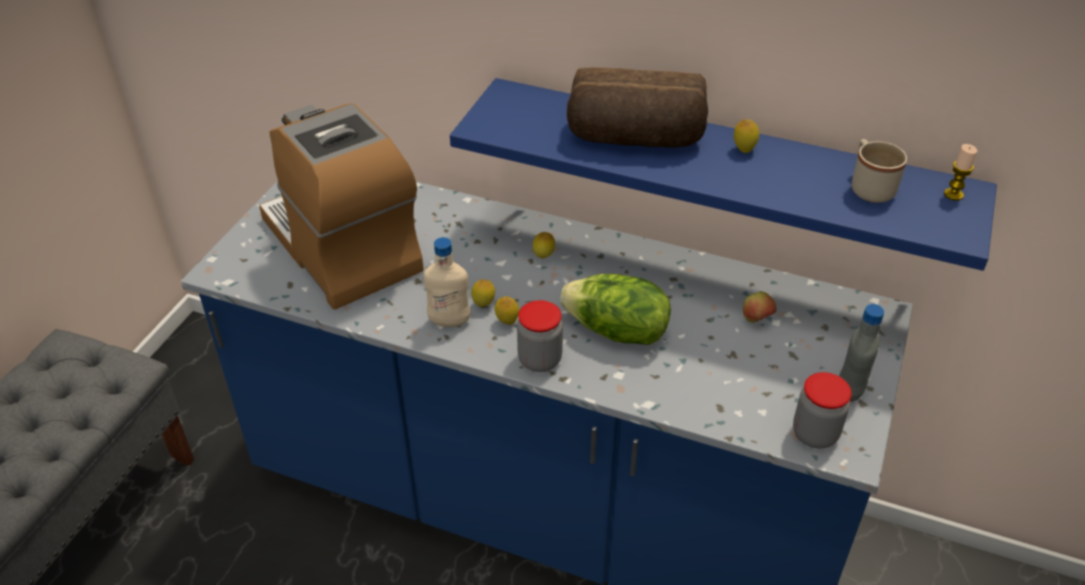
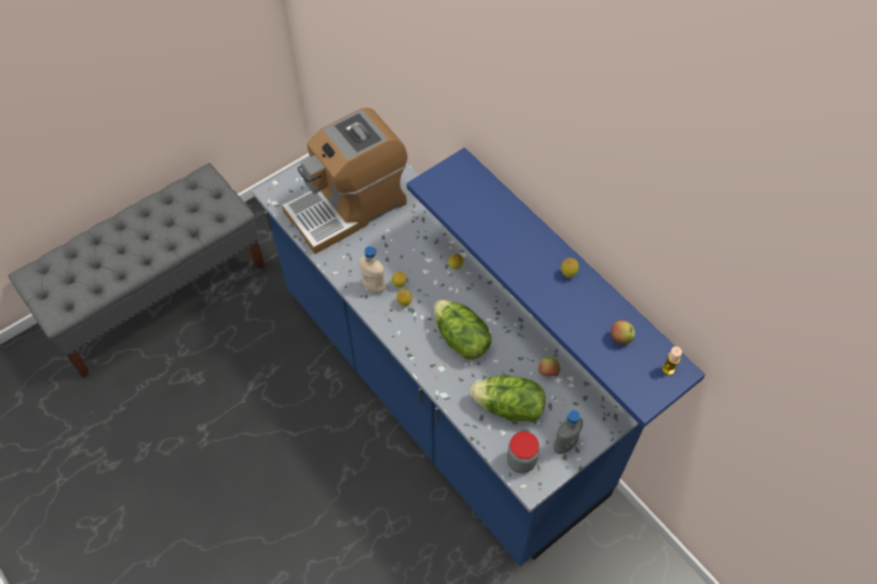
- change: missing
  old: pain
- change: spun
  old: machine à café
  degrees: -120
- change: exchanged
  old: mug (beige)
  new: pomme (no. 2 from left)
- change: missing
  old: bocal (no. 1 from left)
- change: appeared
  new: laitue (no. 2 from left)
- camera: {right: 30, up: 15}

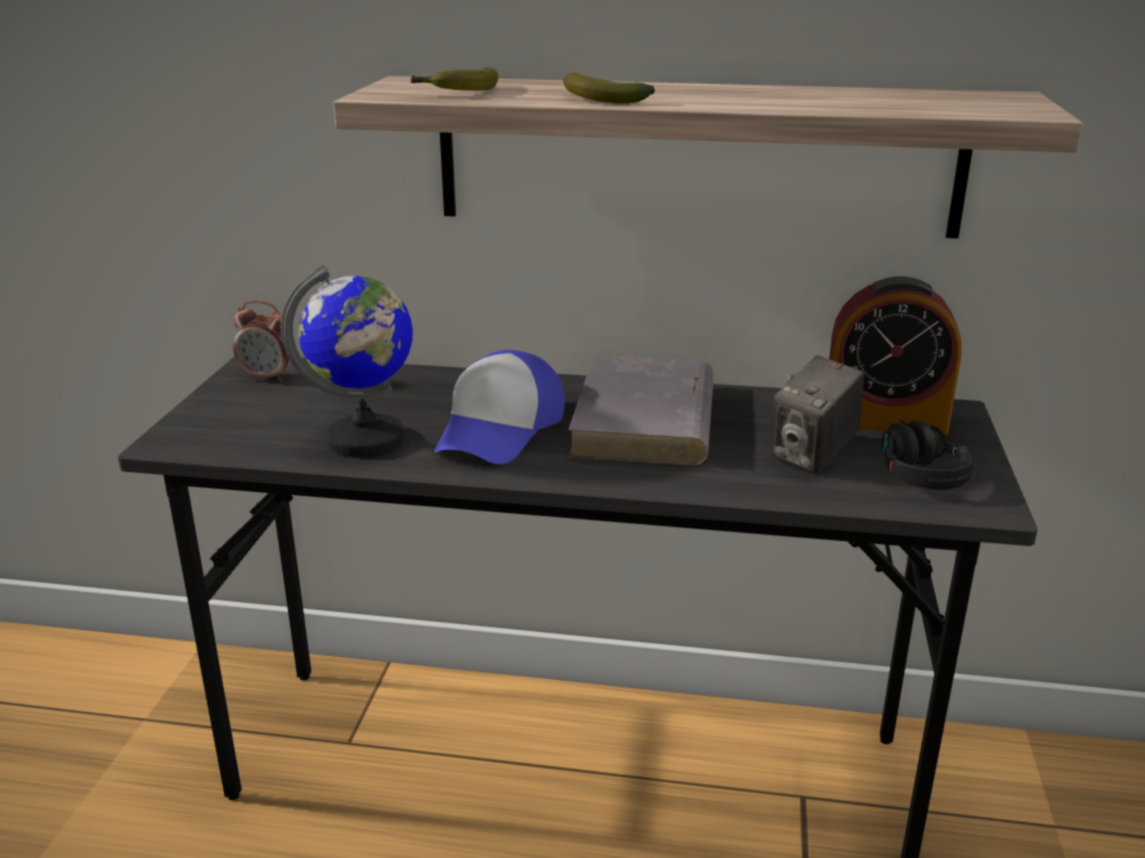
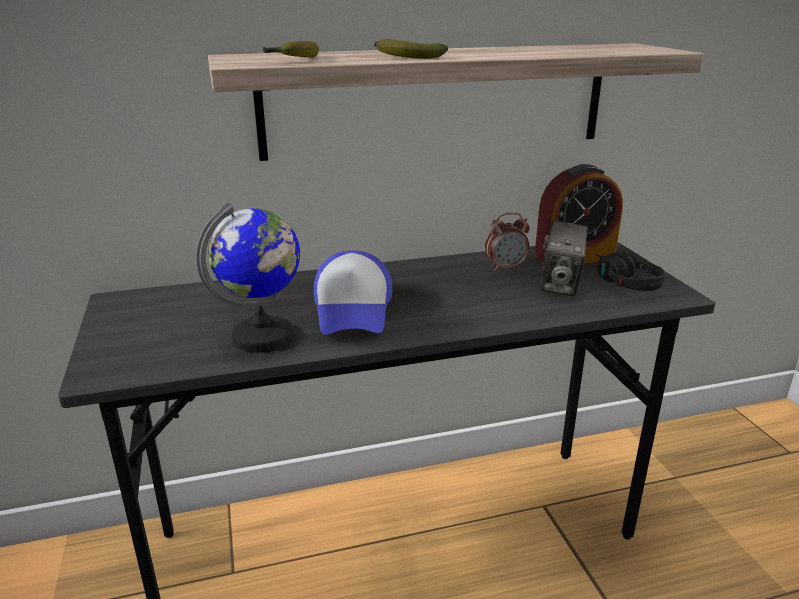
- change: relocated
  old: réveil (no. 1 from left)
- change: missing
  old: livre (gris)
- camera: {right: -25, up: 0}

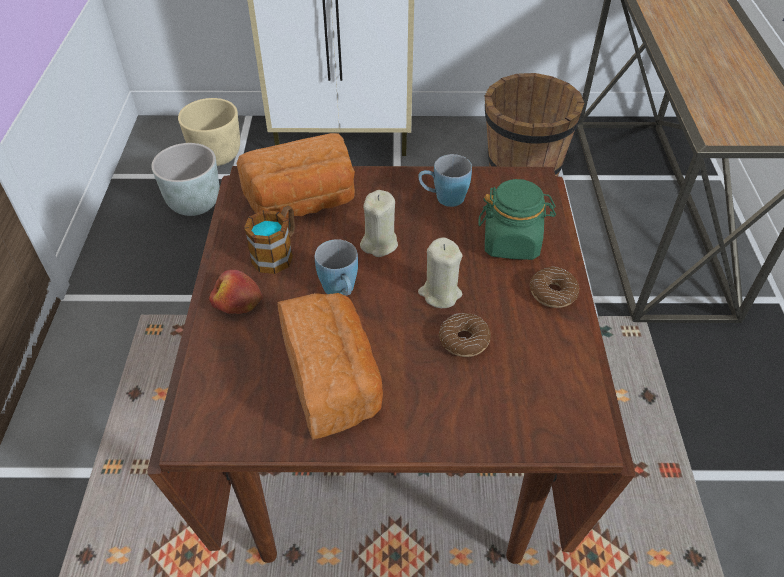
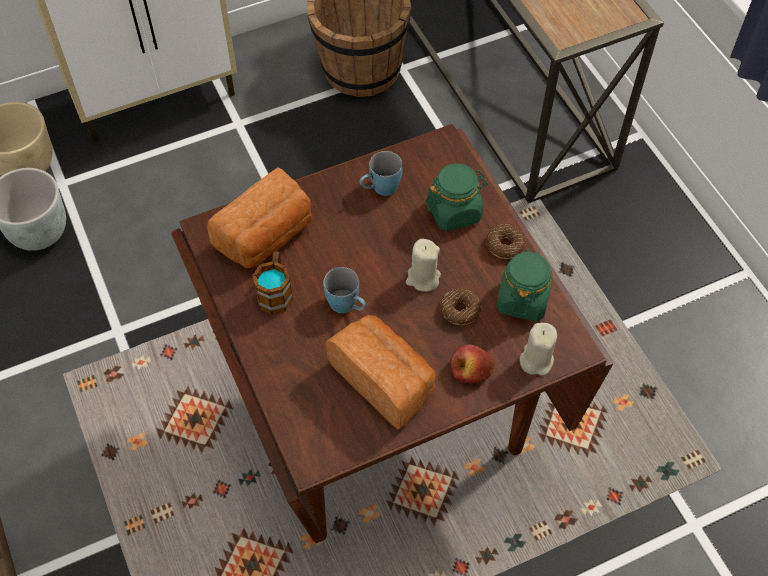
- change: relocated
  old: bougie (beige) (no. 1 from left in the first image)
  new: bougie (beige) (no. 2 from left)
- change: relocated
  old: pomme
- change: appeared
  new: bocal (vert) (no. 2 from left)
- camera: {right: -25, up: 10}

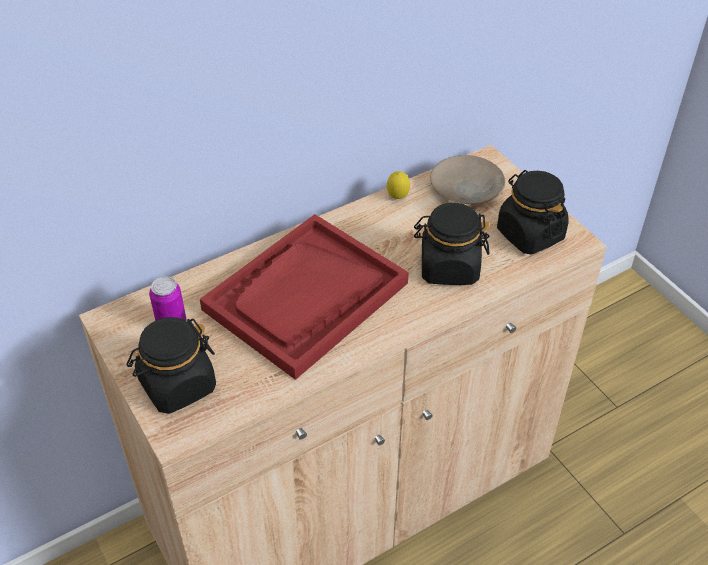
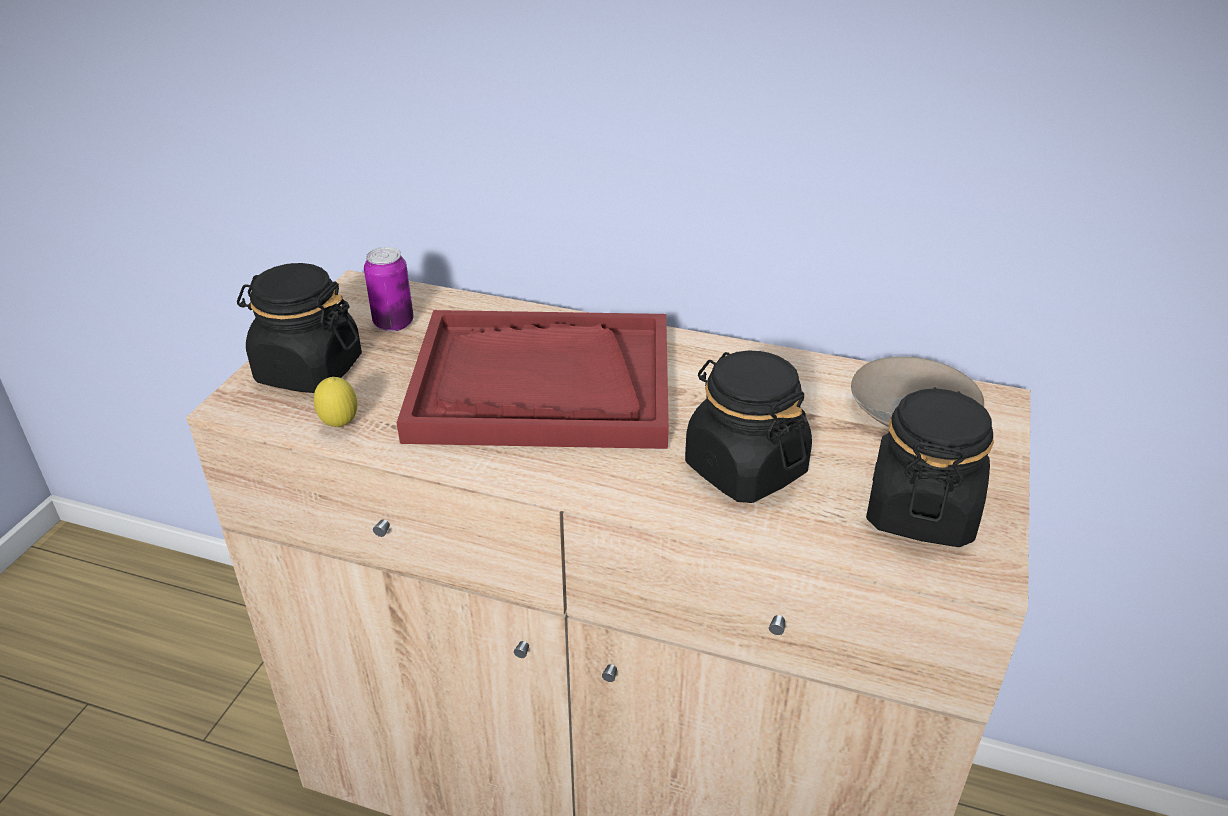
- change: relocated
  old: citron
- camera: {right: 50, up: -10}

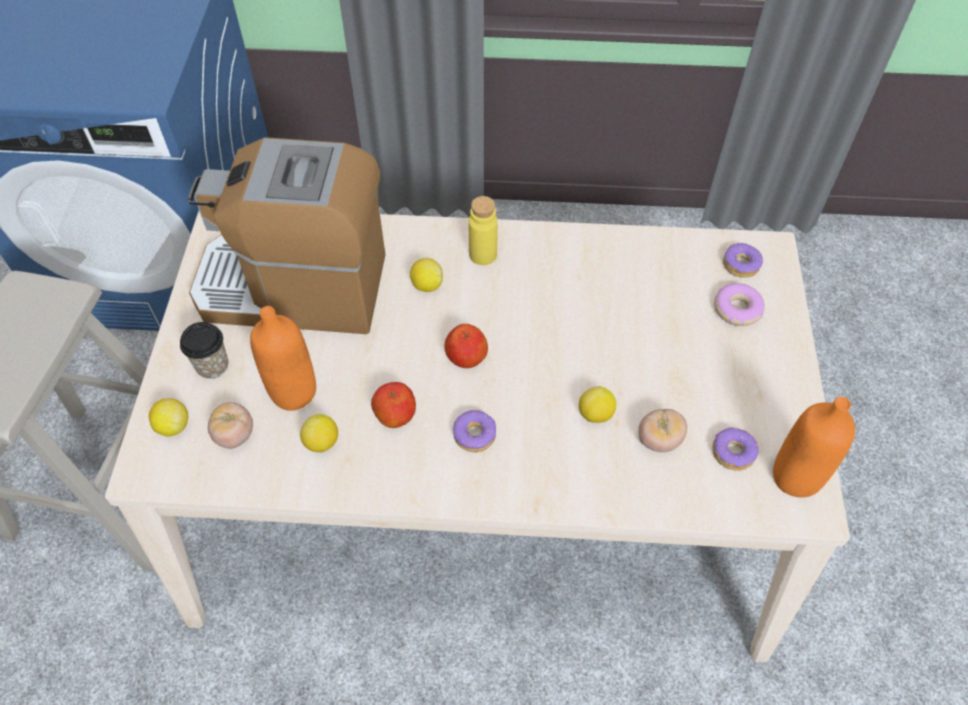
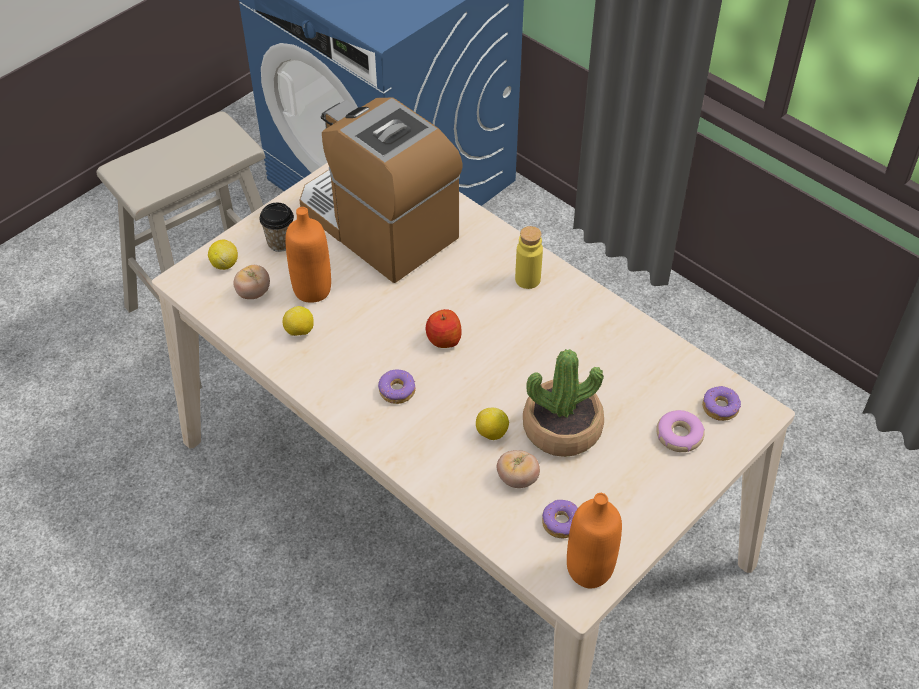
- change: missing
  old: citron (no. 3 from left)
- change: missing
  old: pomme (no. 1 from left)
- change: appeared
  new: plante en pot
- camera: {right: 40, up: -5}

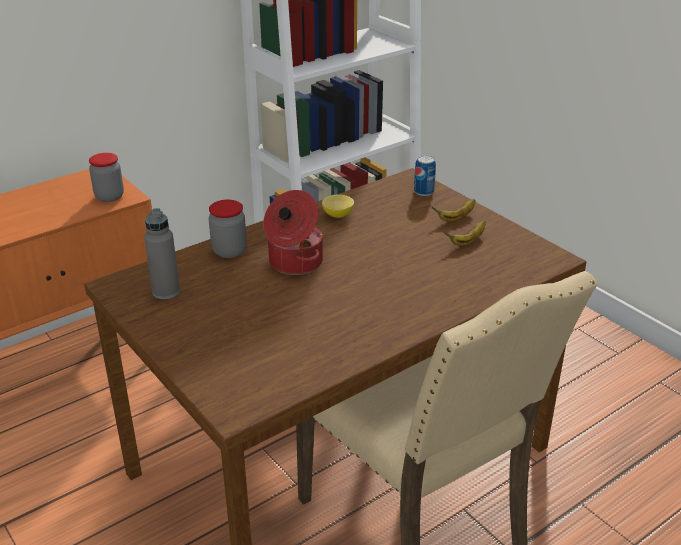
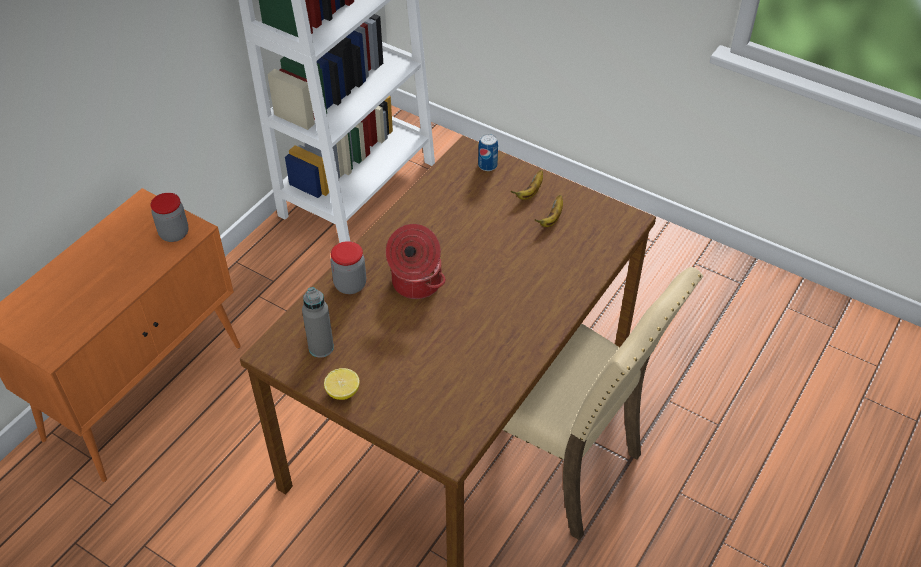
- change: relocated
  old: citron
- camera: {right: -20, up: 15}

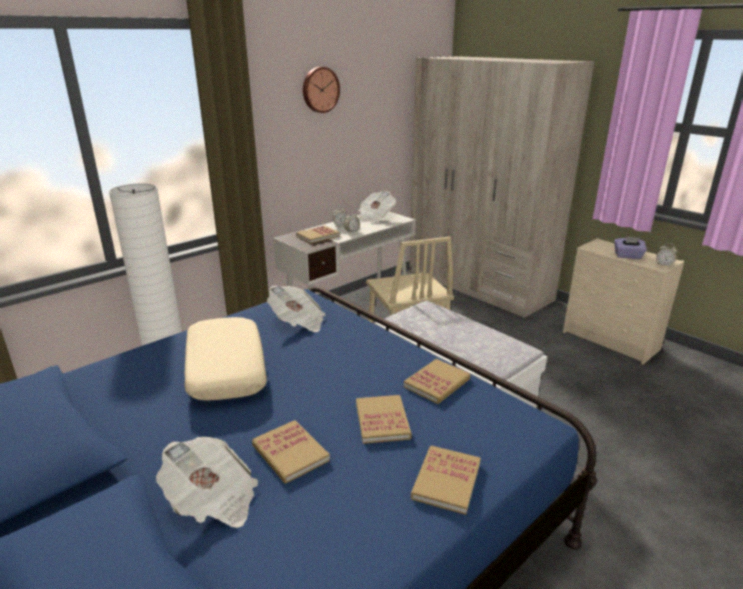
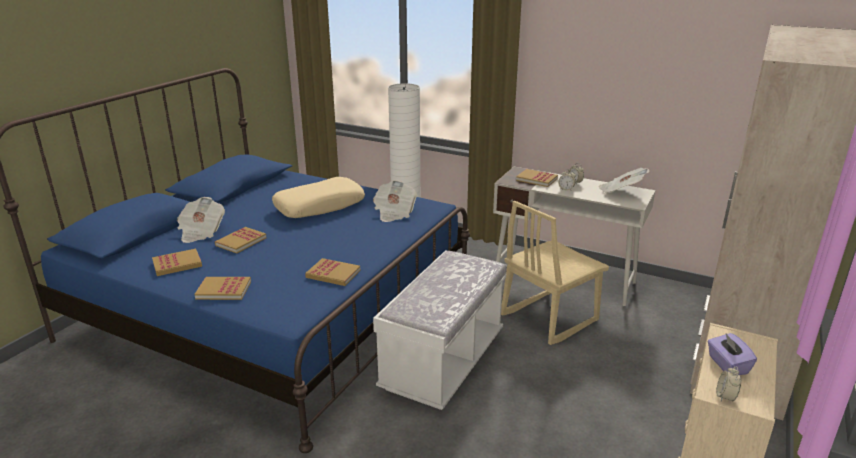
- change: missing
  old: horloge murale
- change: relocated
  old: livre (no. 3 from left in the first image)
  new: livre (no. 1 from left)
- camera: {right: 70, up: 0}

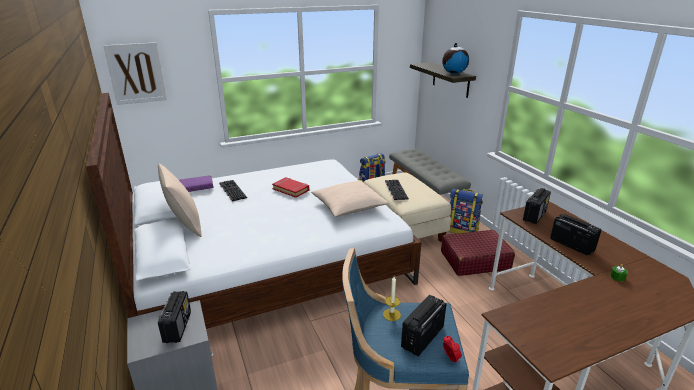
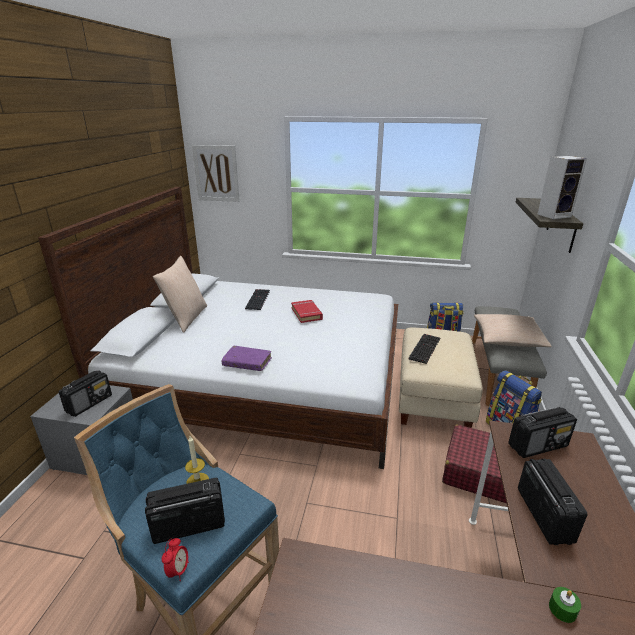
- change: exchanged
  old: globe
  new: enceinte
- change: relocated
  old: livre (violet)
- change: relocated
  old: coussin (beige) (no. 2 from left)
- camera: {right: 35, up: 0}

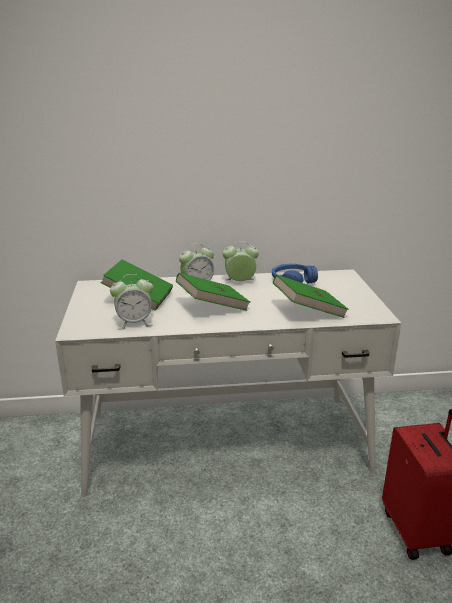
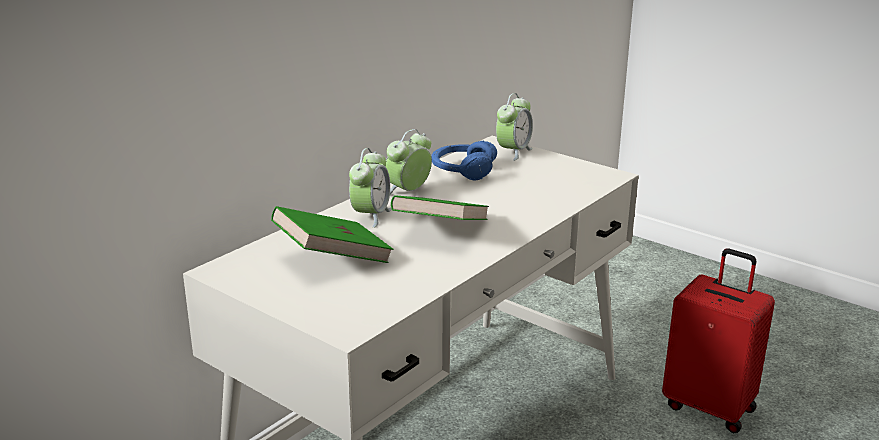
- change: relocated
  old: réveil (no. 1 from left in the first image)
  new: réveil (no. 3 from left)
- change: missing
  old: livre (vert) (no. 3 from left)
- camera: {right: -45, up: 0}

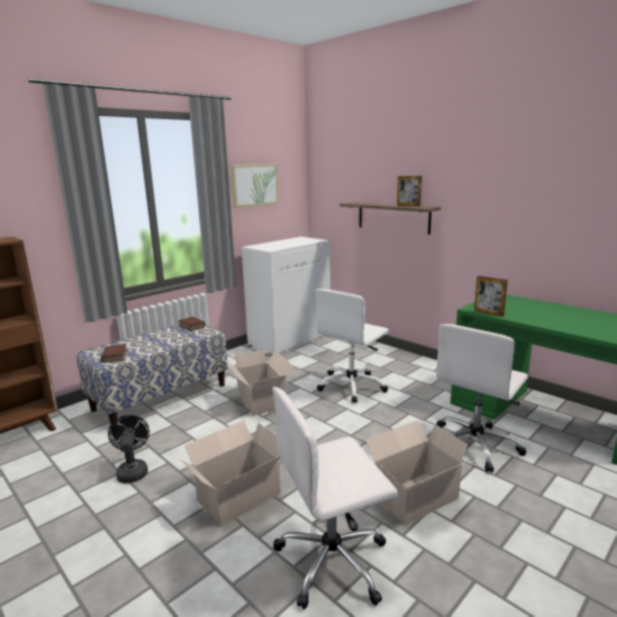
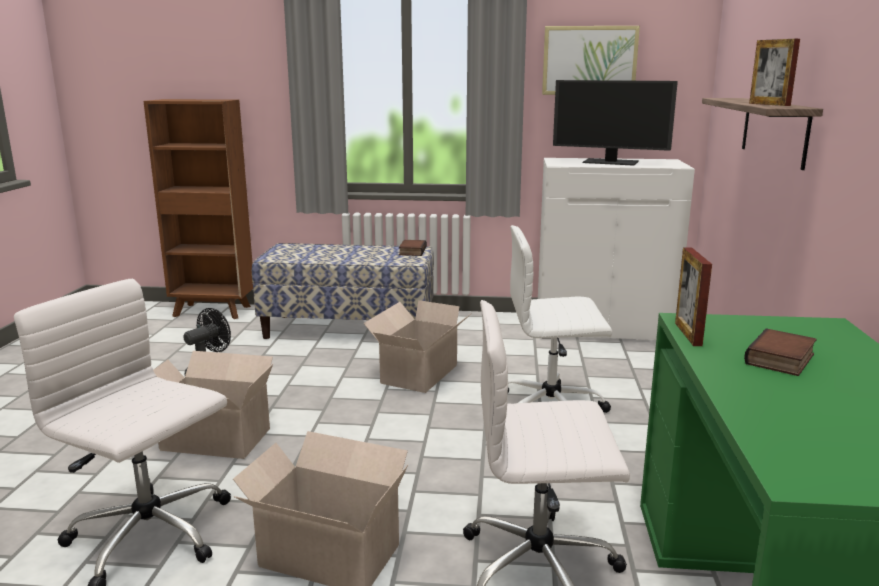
- change: relocated
  old: livre (no. 1 from left in the first image)
  new: livre (no. 2 from left)
- change: appeared
  new: écran d'ordinateur
- camera: {right: 50, up: 0}

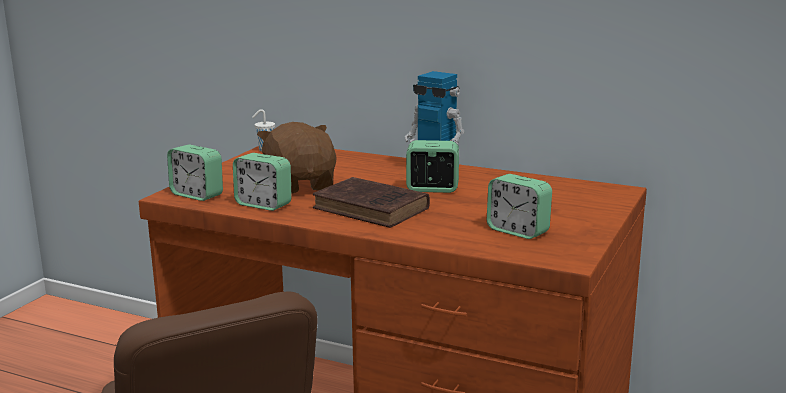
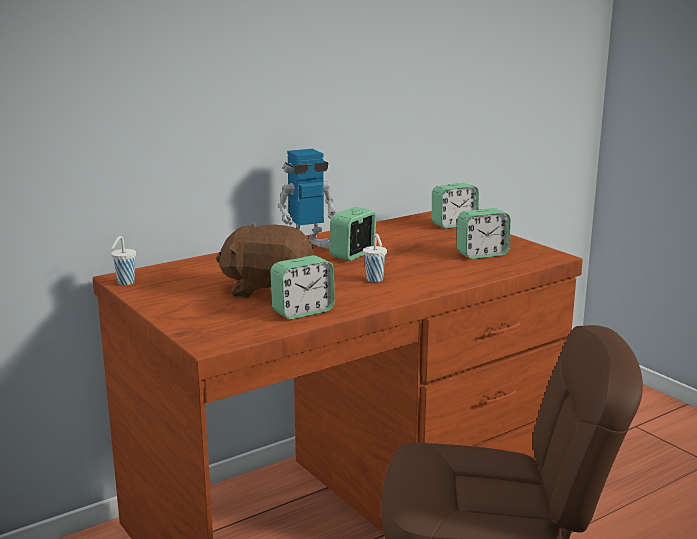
- change: relocated
  old: réveil (no. 1 from left in the first image)
  new: réveil (no. 3 from left)
- change: exchanged
  old: livre (marron)
  new: tasse (blanc) (no. 2 from left)
- camera: {right: -60, up: 0}

